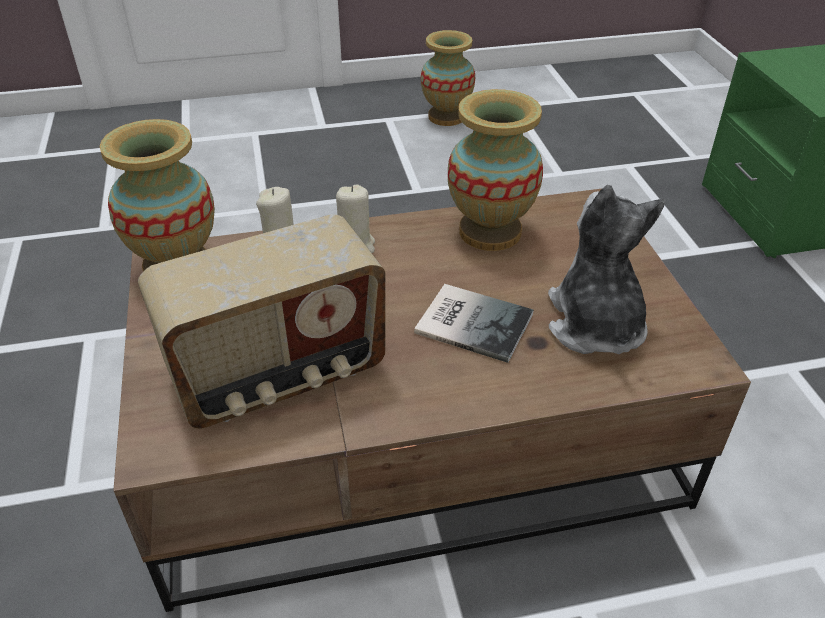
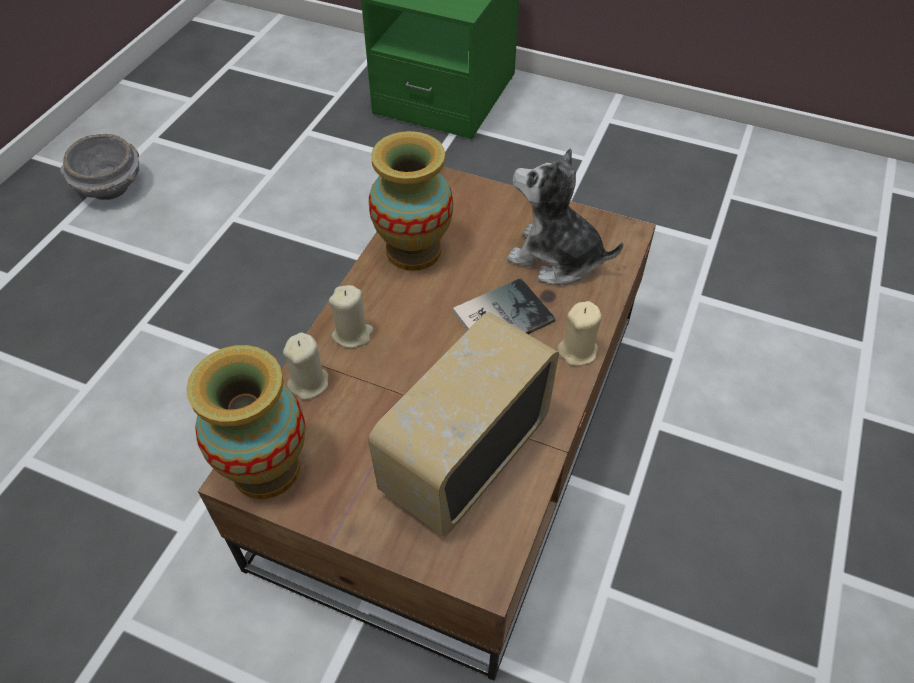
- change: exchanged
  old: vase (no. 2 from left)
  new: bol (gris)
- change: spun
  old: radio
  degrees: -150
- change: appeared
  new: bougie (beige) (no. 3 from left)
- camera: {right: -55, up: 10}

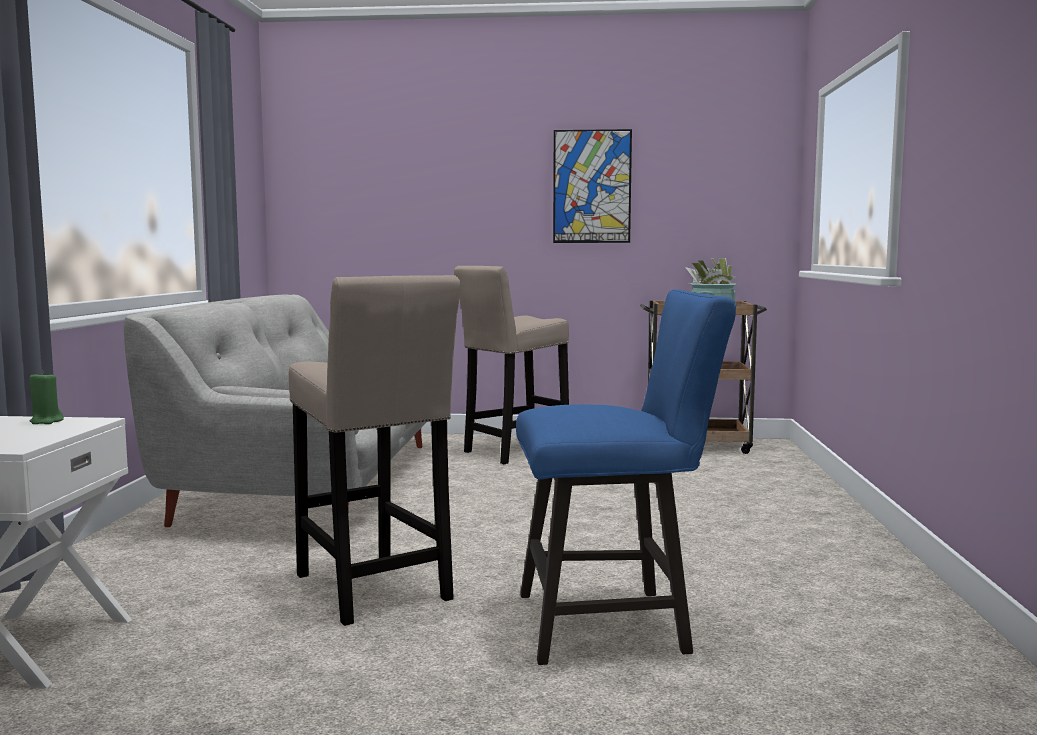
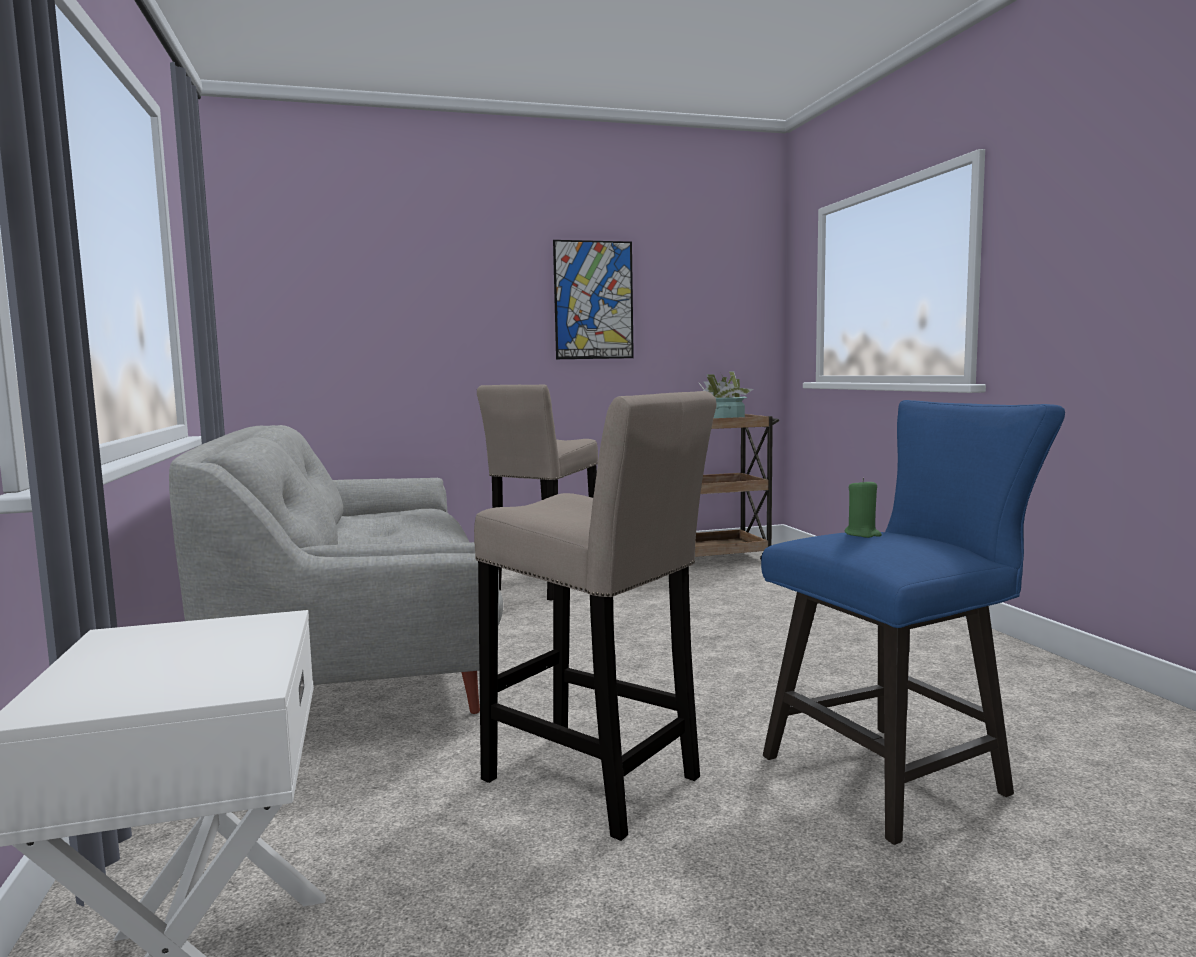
- change: relocated
  old: bougie (vert)
- camera: {right: -20, up: 0}

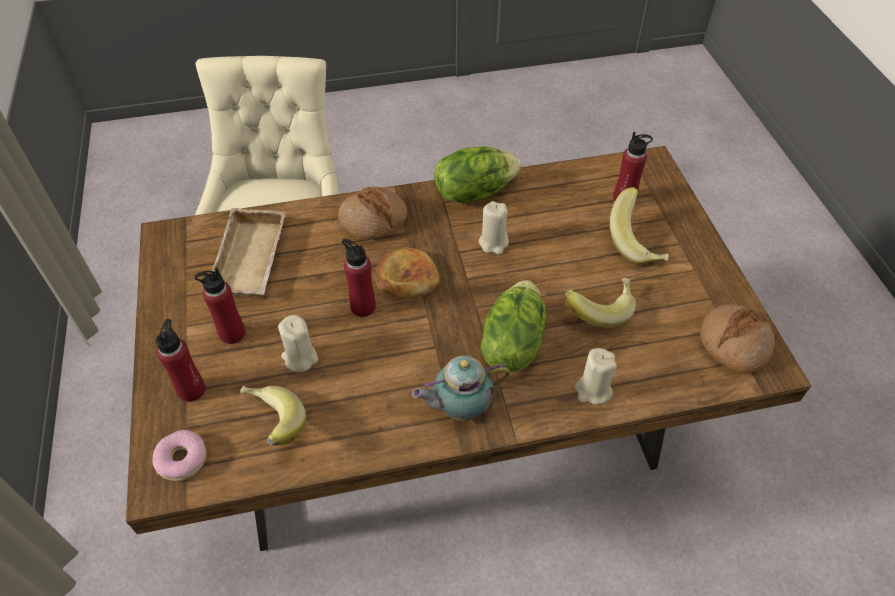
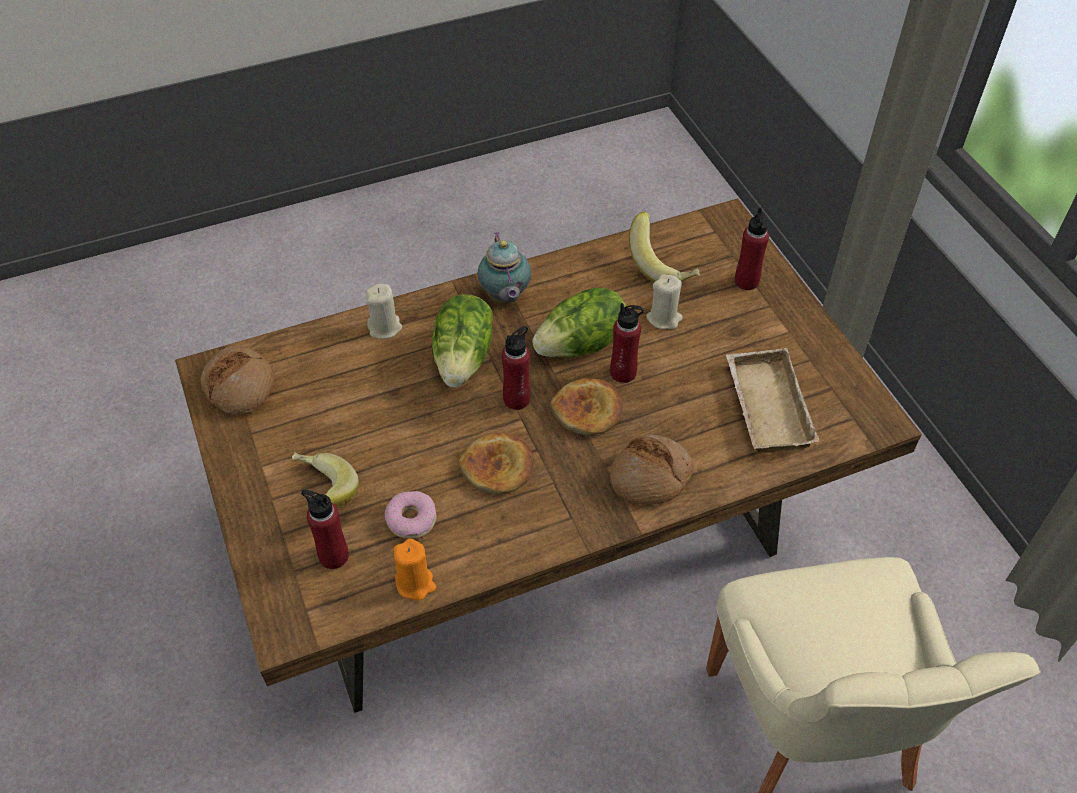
- change: relocated
  old: laitue (no. 1 from left in the first image)
  new: laitue (no. 2 from left)
- change: exchanged
  old: bougie (beige) (no. 2 from left)
  new: pain (no. 2 from left)
- change: relocated
  old: bouteille (rouge) (no. 2 from left)
- change: missing
  old: banane (no. 2 from left)
- change: spun
  old: théière
  degrees: 105
- change: relocated
  old: beignet
- change: appeared
  new: bougie (orange)
- camera: {right: 170, up: 0}

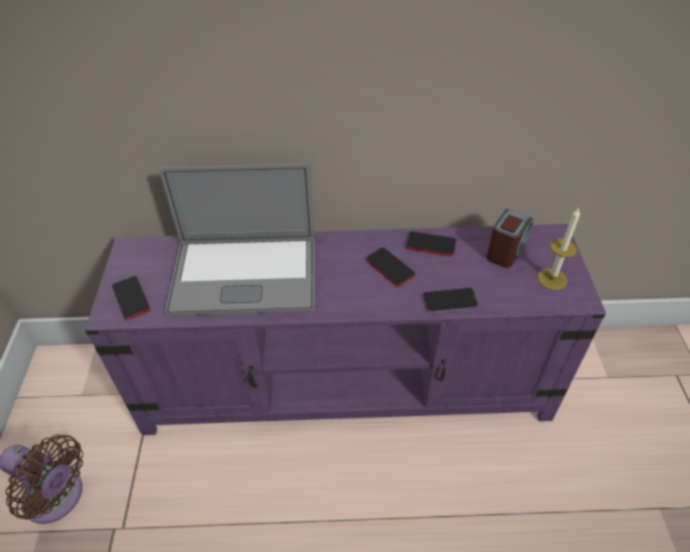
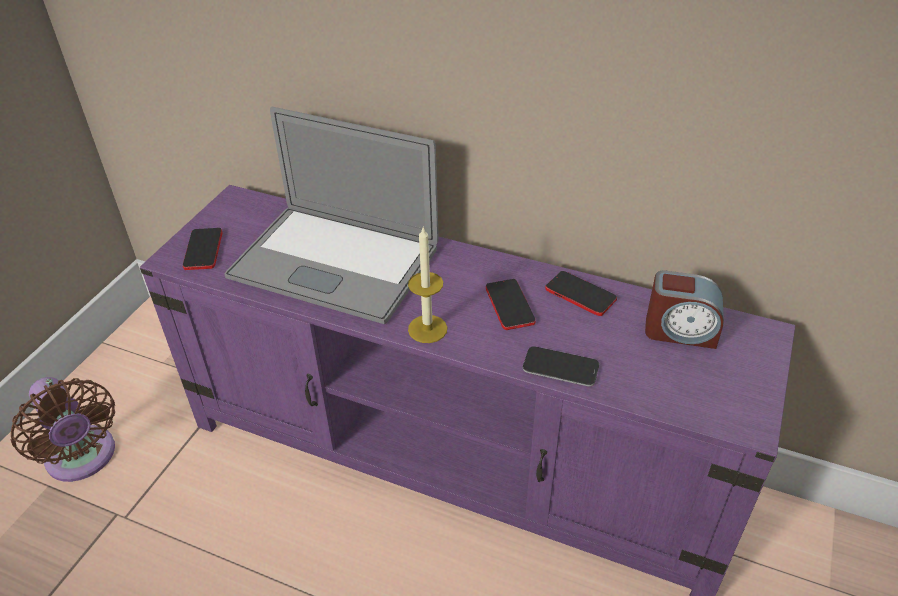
- change: relocated
  old: bougie
- change: spun
  old: réveil
  degrees: 45
- camera: {right: 25, up: -5}

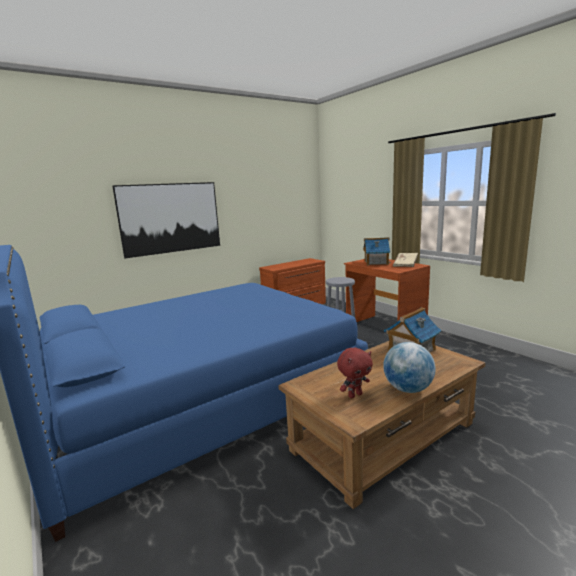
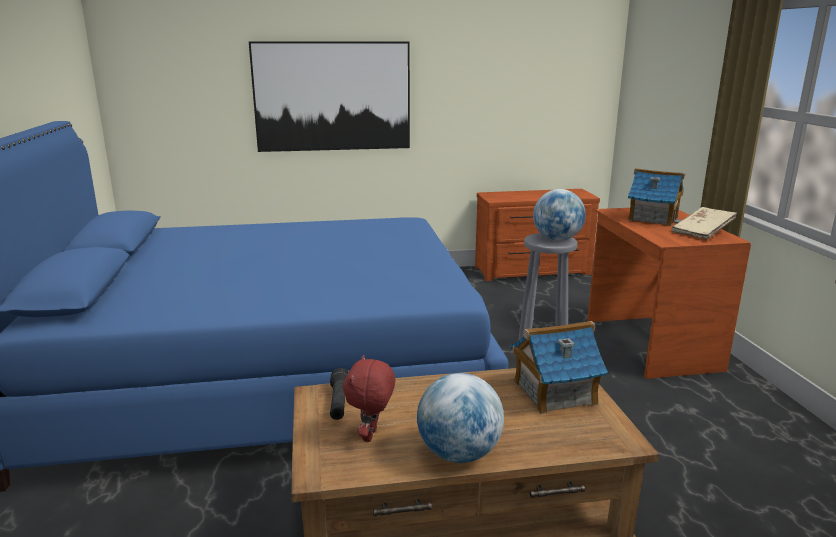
- change: spun
  old: peluche (rouge)
  degrees: 105
- change: appeared
  new: globe (no. 2 from left)
- change: appeared
  new: lampe de poche (noir)
- camera: {right: 25, up: 5}

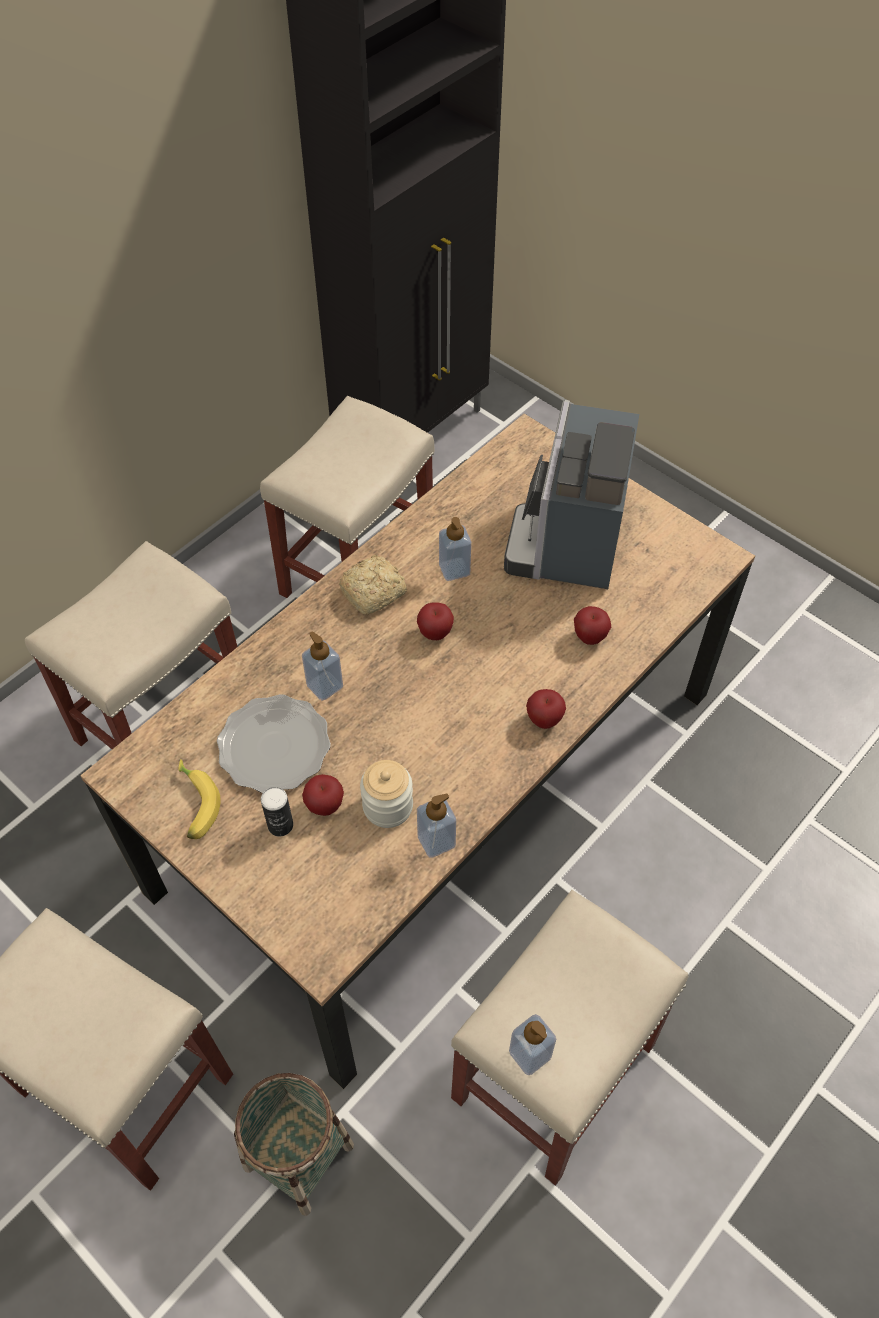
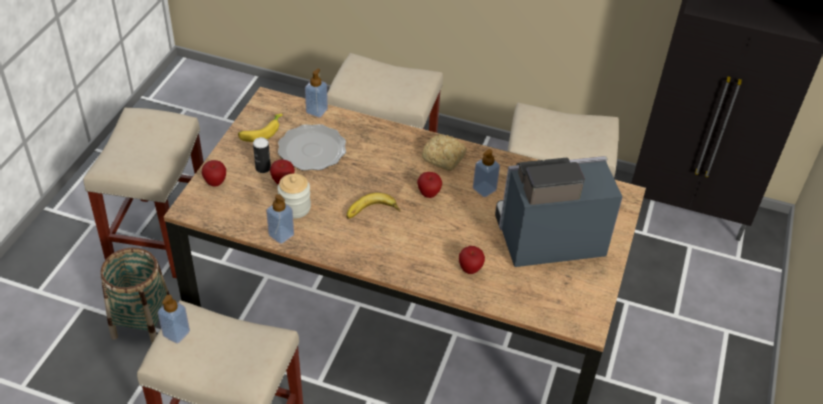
- change: relocated
  old: distributeur de savon (no. 1 from left in the first image)
  new: distributeur de savon (no. 3 from left)
- change: relocated
  old: pomme (no. 3 from left in the first image)
  new: pomme (no. 1 from left)
- change: appeared
  new: banane (no. 2 from left)
- camera: {right: 65, up: -10}

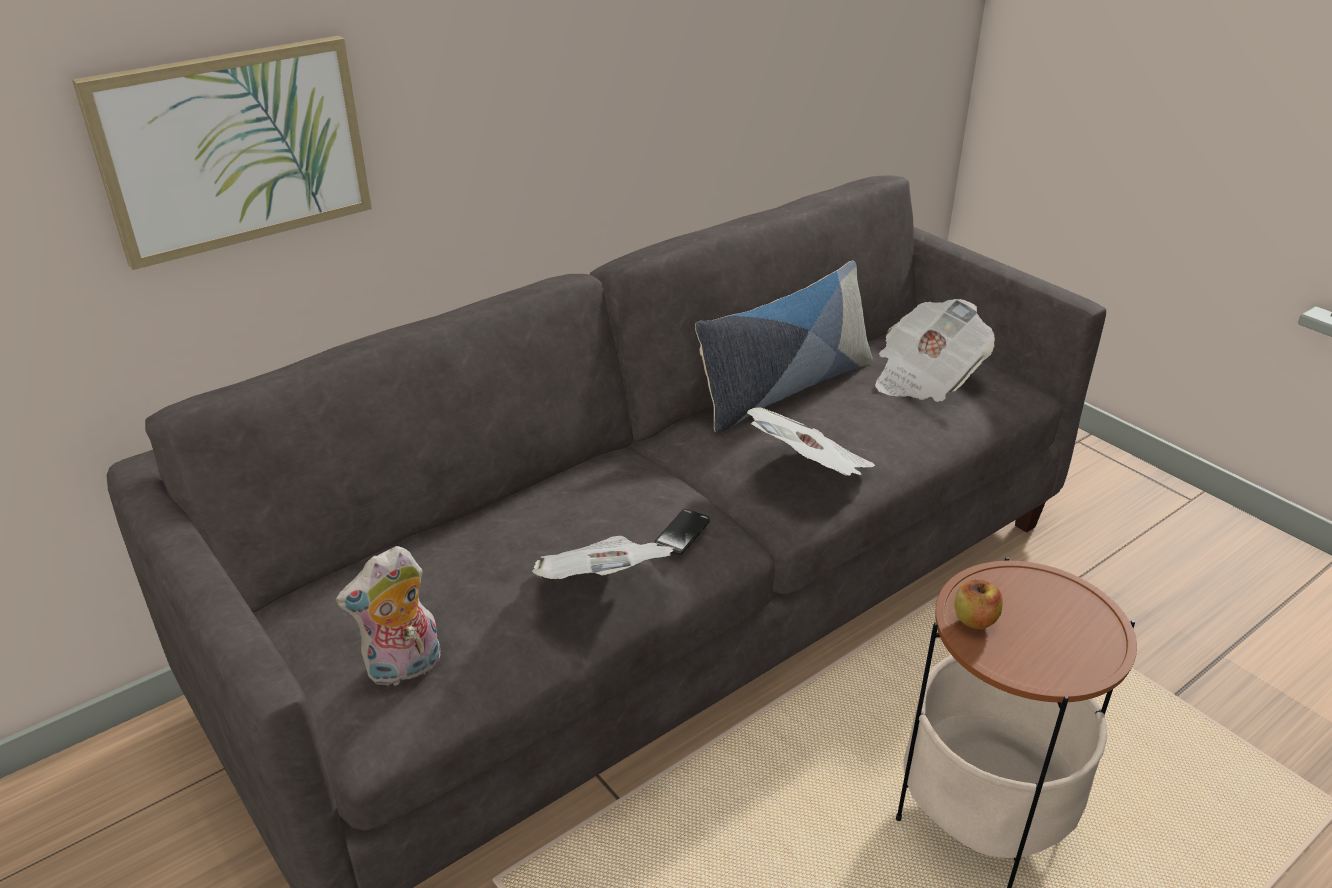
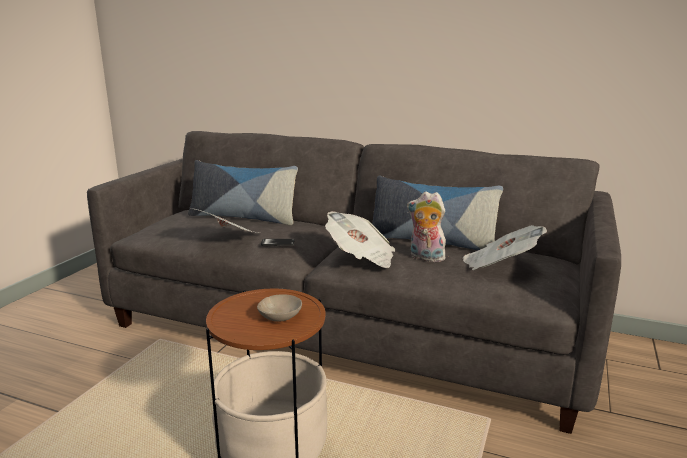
- change: missing
  old: tableau
- change: relocated
  old: peluche
- change: missing
  old: pomme
- change: appeared
  new: coussin (no. 1 from left)
- change: appeared
  new: bol (beige)
- camera: {right: 60, up: -15}

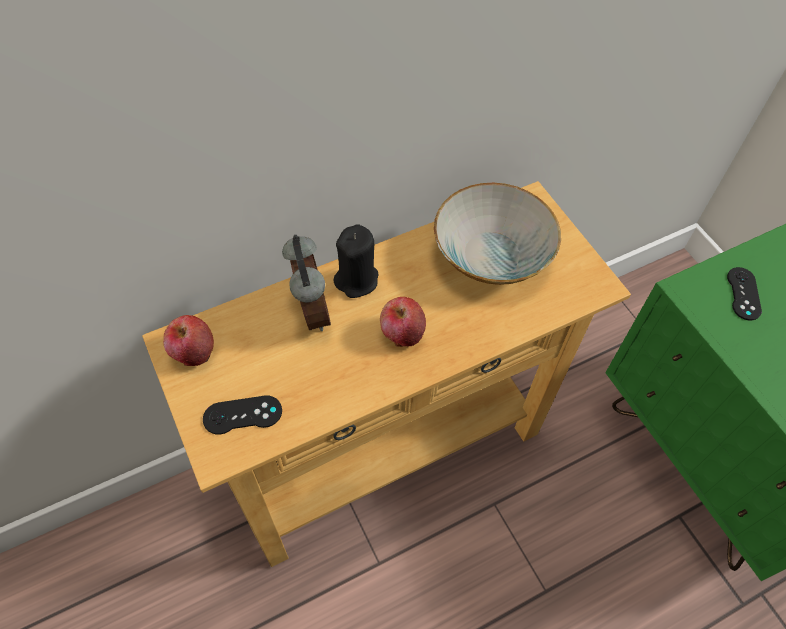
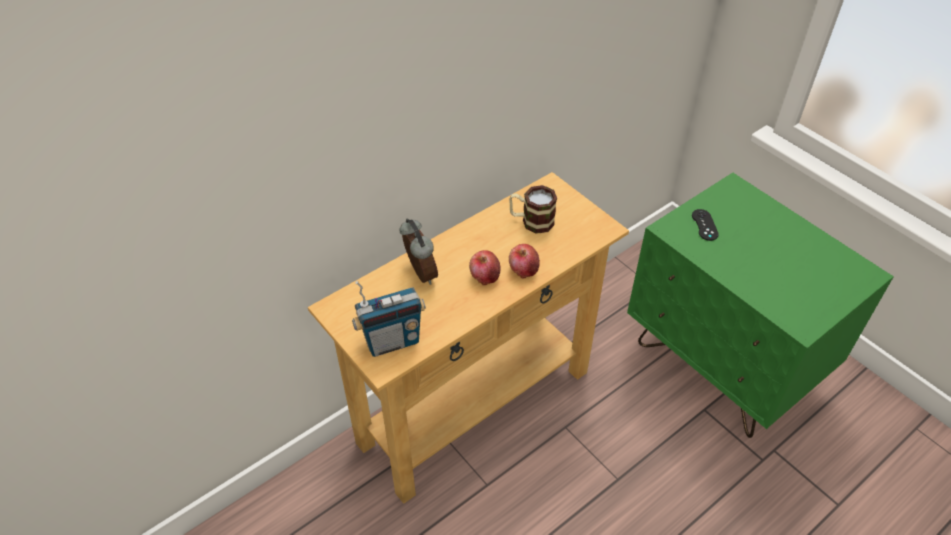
- change: exchanged
  old: bol
  new: mug
- change: missing
  old: bougie (noir)
- change: relocated
  old: pomme (no. 1 from left in the first image)
  new: pomme (no. 2 from left)
- change: exchanged
  old: manette (noir) (no. 1 from left)
  new: radio
- camera: {right: -10, up: -10}

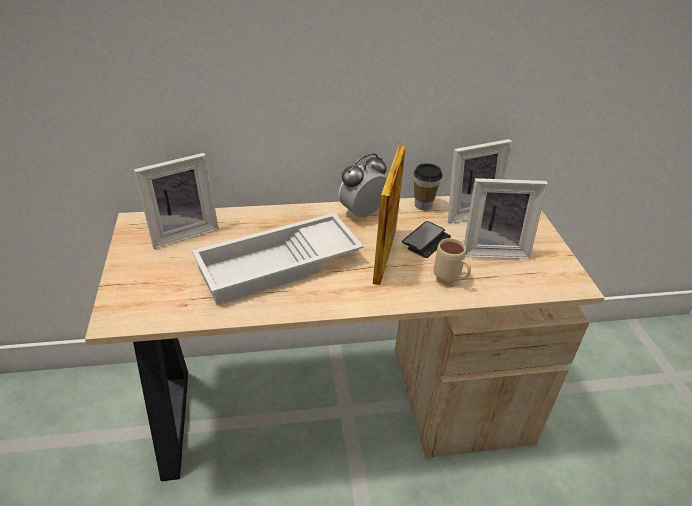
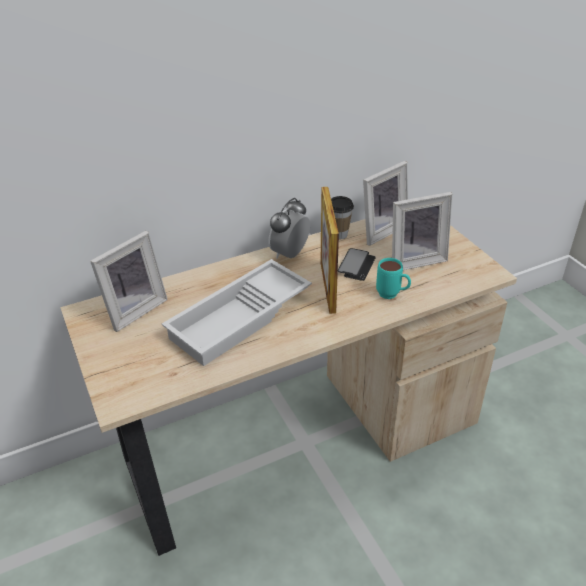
- change: colour
  old: mug (beige)
  new: mug (turquoise)
- camera: {right: -15, up: 0}

